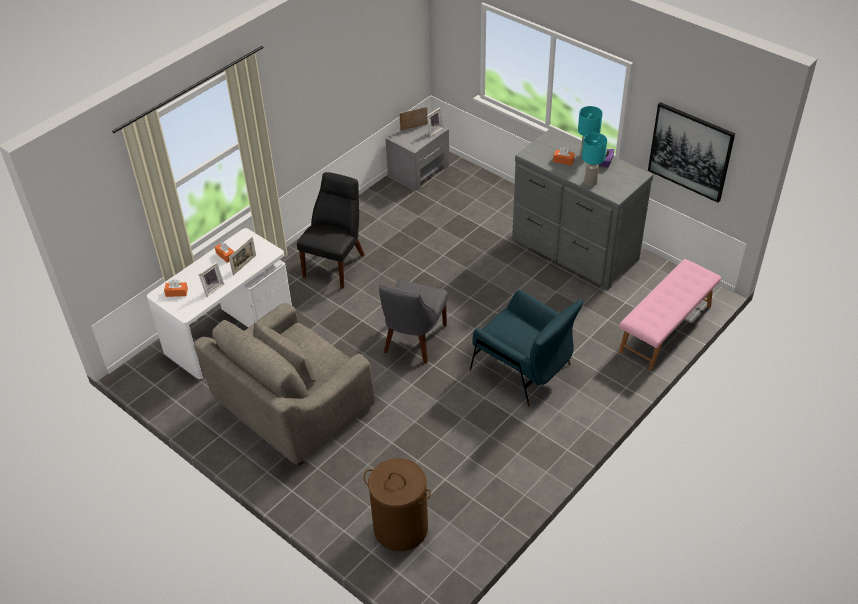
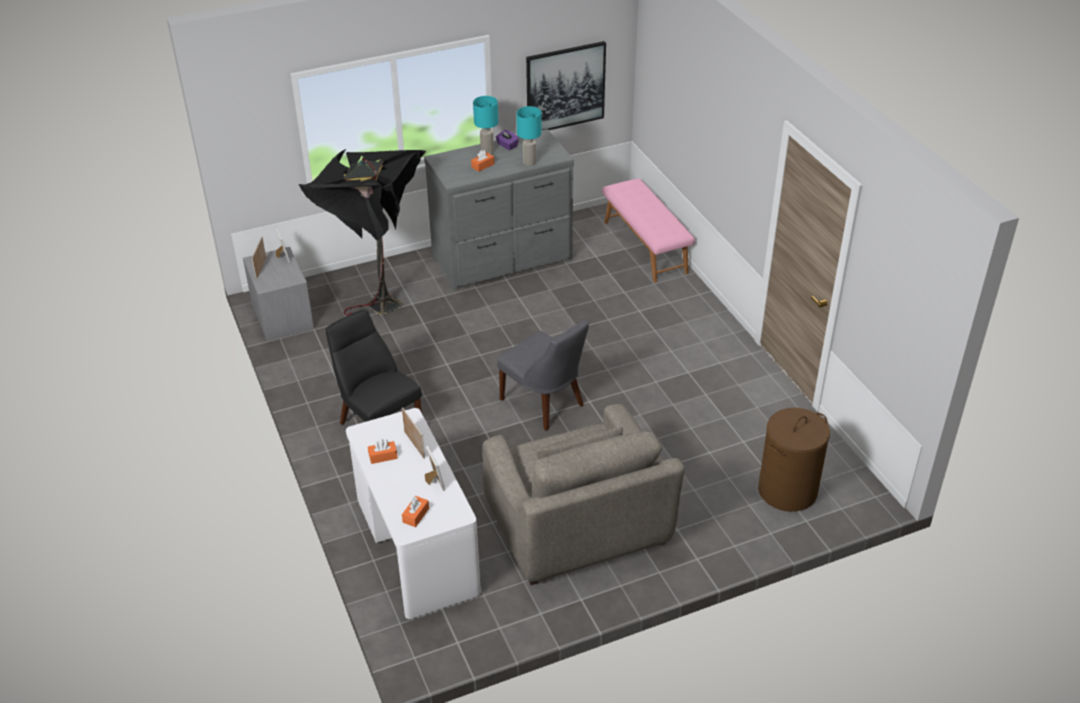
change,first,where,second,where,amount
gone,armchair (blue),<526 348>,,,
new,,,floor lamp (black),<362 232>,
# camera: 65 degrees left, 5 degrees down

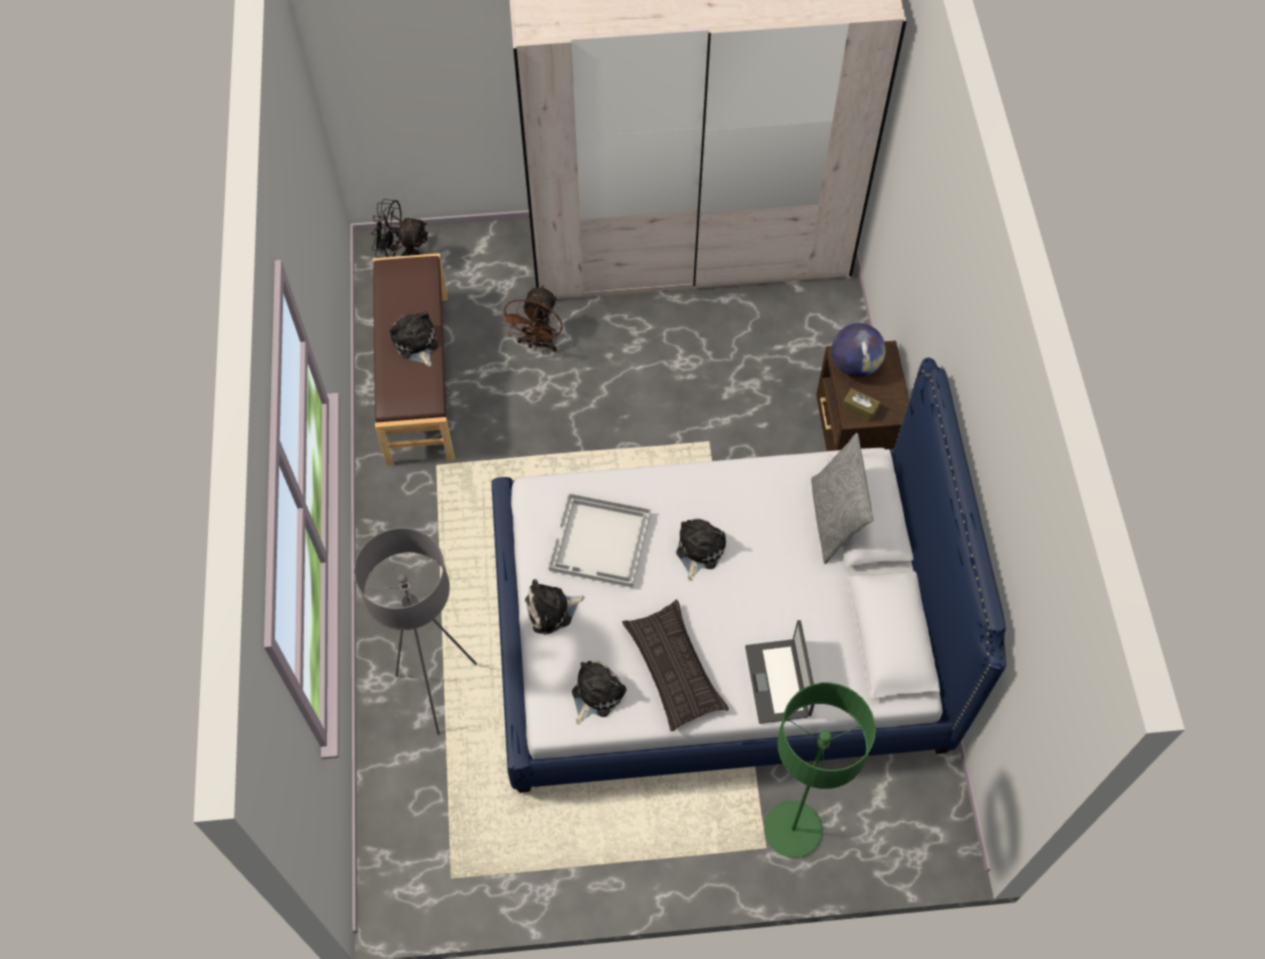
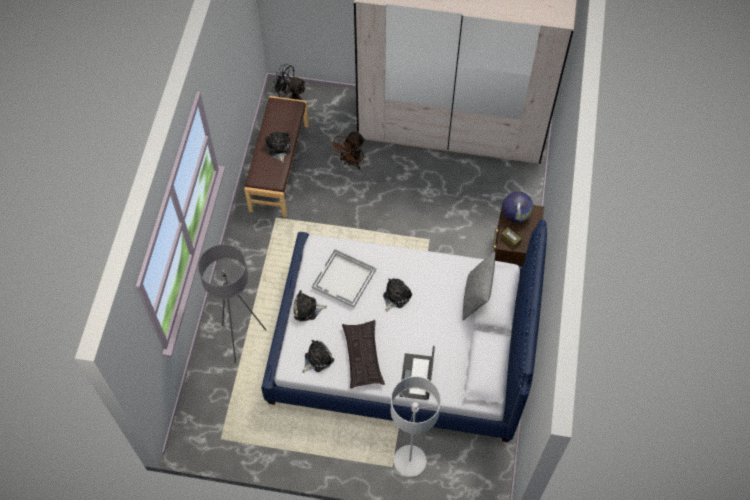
change,first,where,second,where,amount
repainted,floor lamp (green),<820 770>,floor lamp (grey),<416 426>,
# camera: 15 degrees right, 0 degrees up

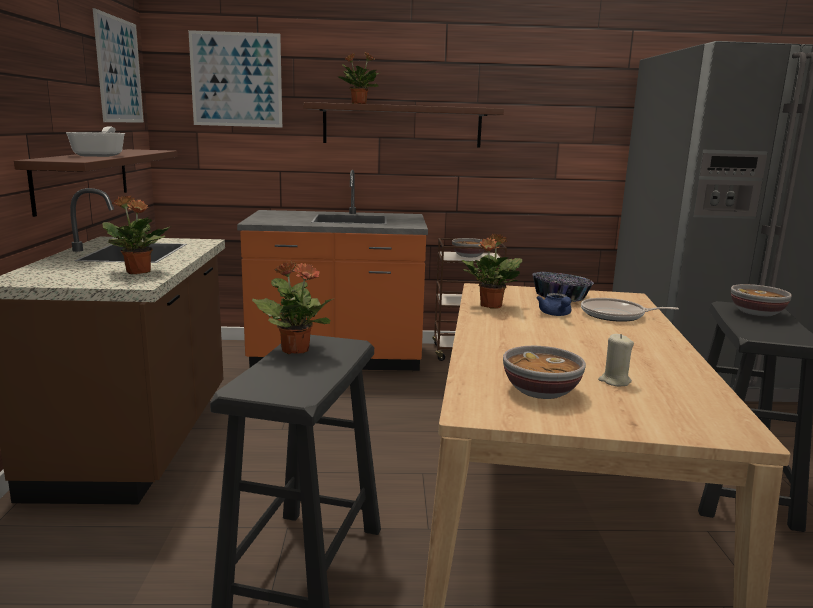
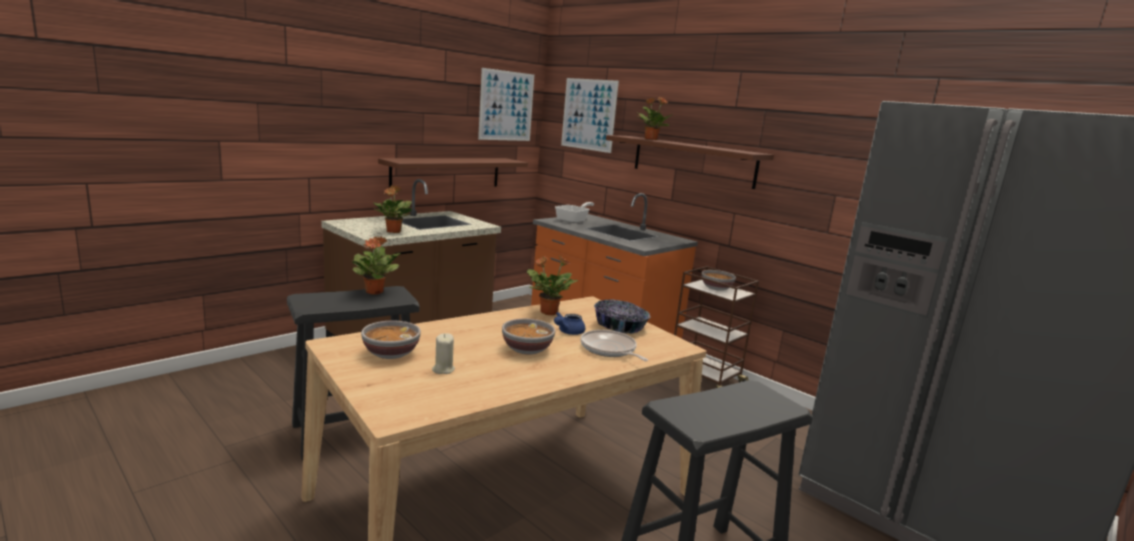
change,first,where,second,where,amount
shifted,frying pan,<95 141>,,<574 212>,
shifted,bowl,<761 300>,,<528 336>,
# camera: 45 degrees right, 0 degrees up

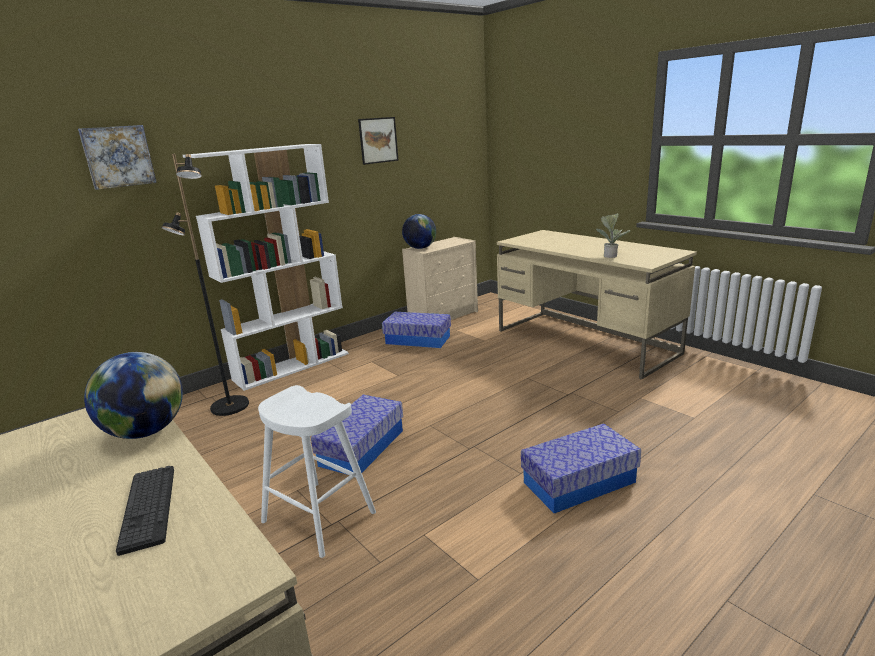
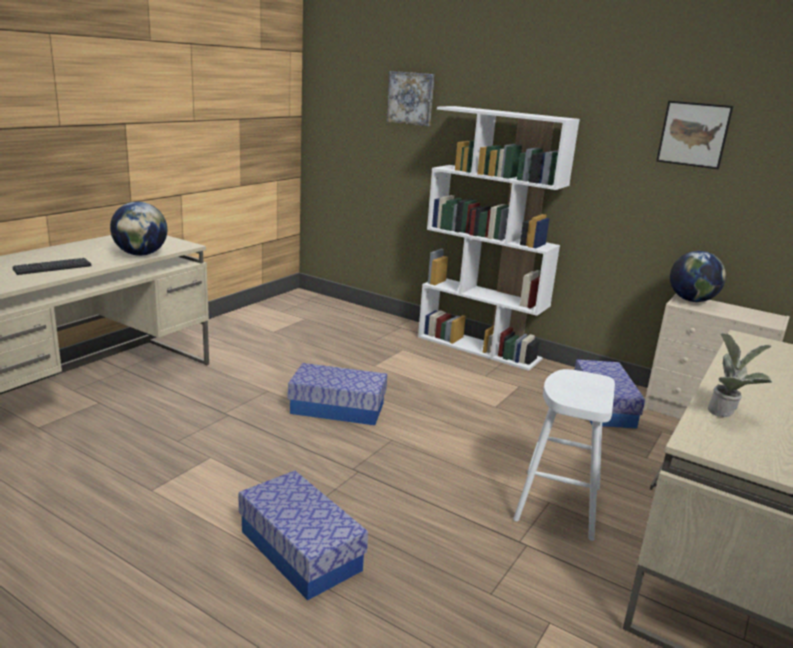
change,first,where,second,where,amount
gone,floor lamp (black),<205 285>,,,
shifted,stool (white),<317 471>,,<564 455>,
# camera: 70 degrees right, 0 degrees up

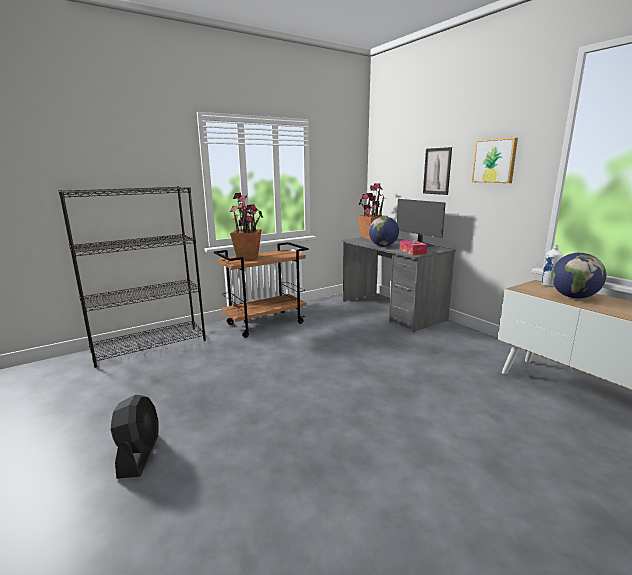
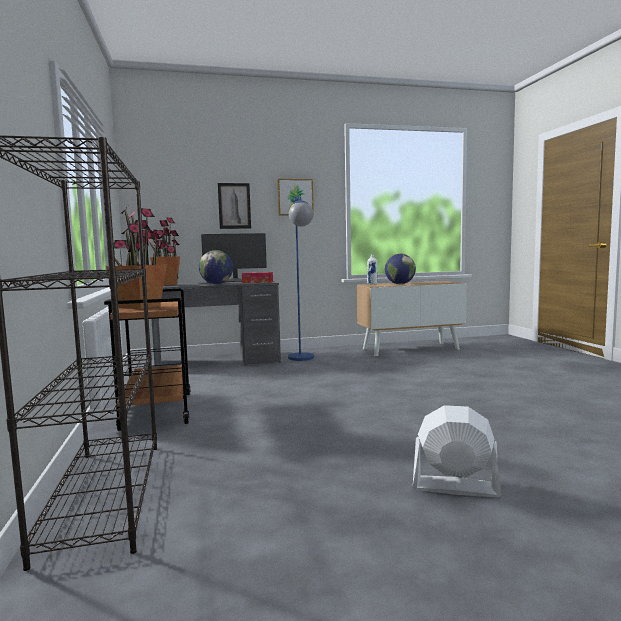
change,first,where,second,where,amount
repainted,fan (black),<135 437>,fan (white),<457 451>,
new,,,floor lamp (blue),<301 278>,
# camera: 70 degrees left, 10 degrees down

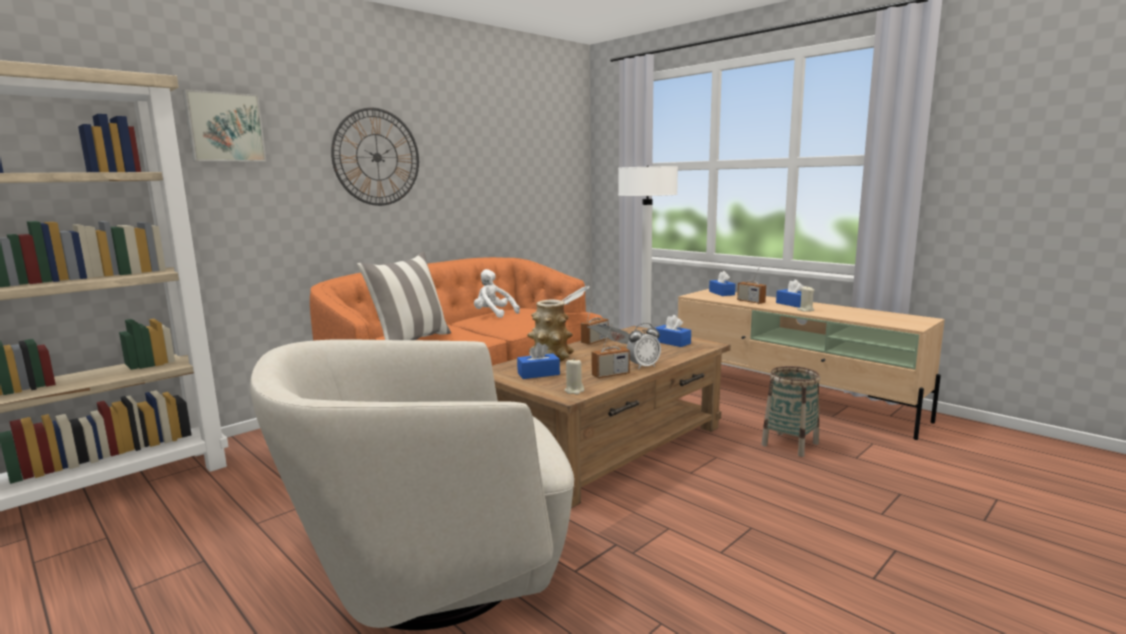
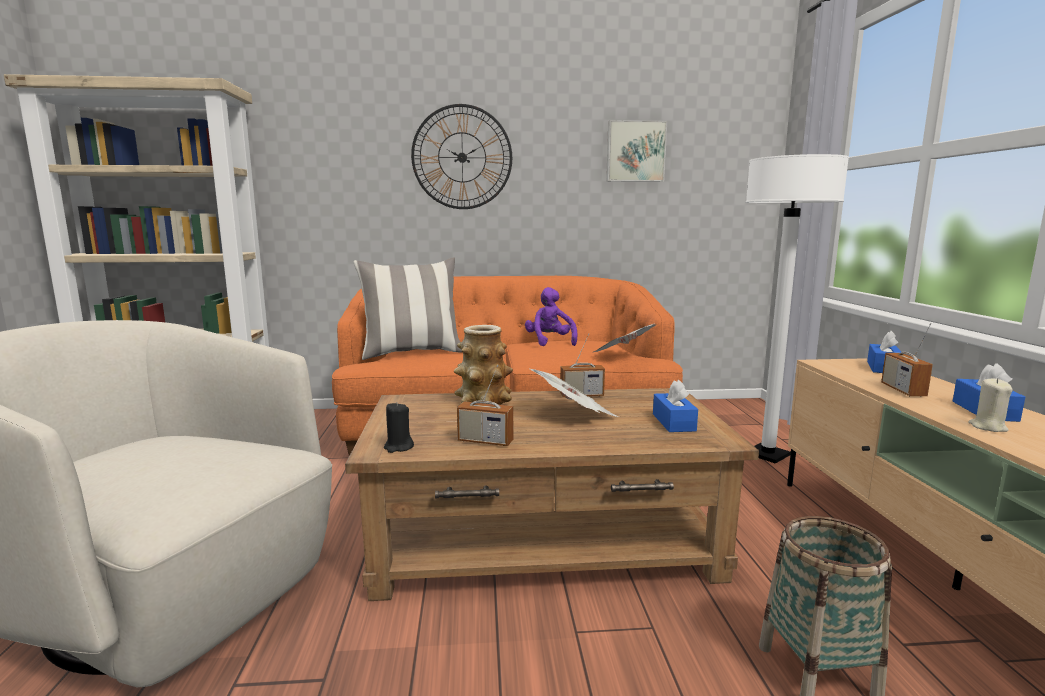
change,first,where,second,where,amount
shifted,picture,<224 125>,,<636 151>,
repainted,plush toy (white),<497 293>,plush toy (purple),<551 316>,
gone,tissue box (blue),<538 360>,,,
repainted,candle (beige),<574 377>,candle (black),<399 427>,
gone,alarm clock,<644 346>,,,
# camera: 40 degrees right, 0 degrees up

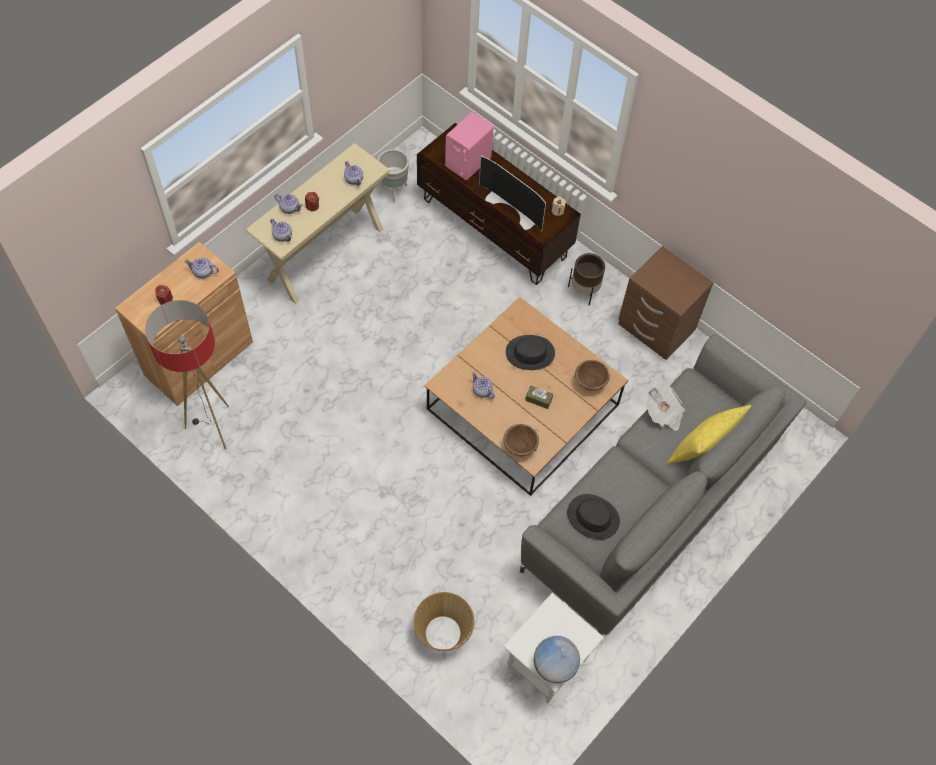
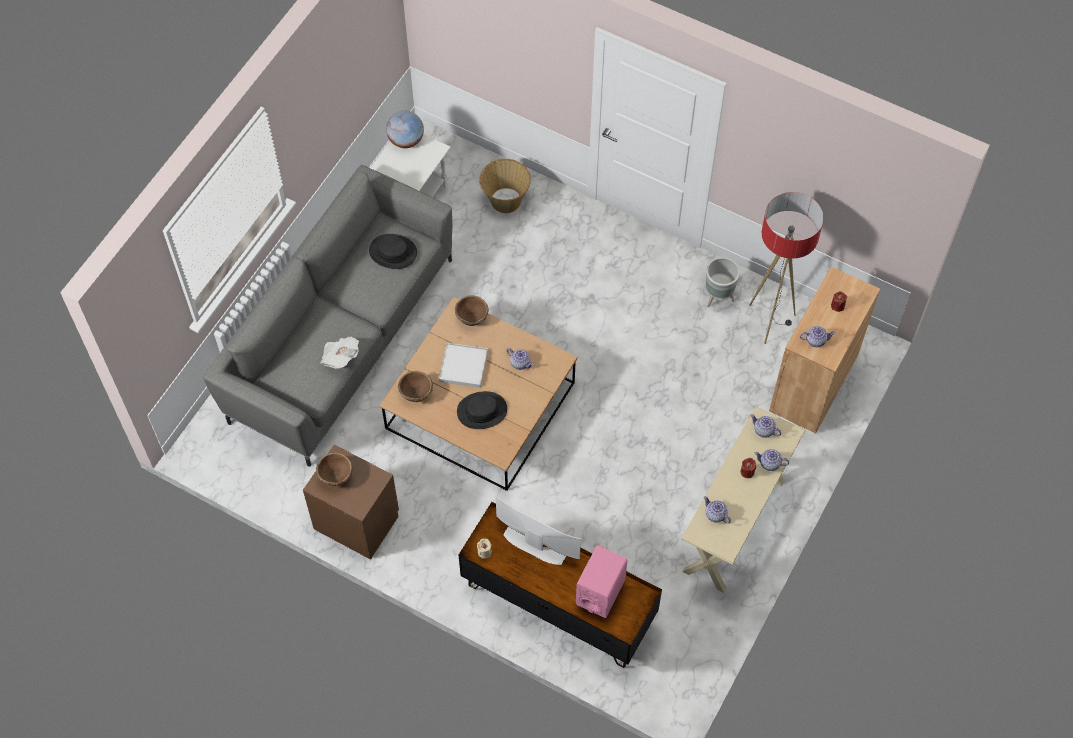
change,first,where,second,where,amount
shifted,planter (grey),<393 176>,,<723 282>,
swapped,tissue box (brown),<539 397>,tray (white),<463 365>,
gone,planter (brown),<586 279>,,,
gone,pillow (yellow),<709 434>,,,
new,,,bowl (brown),<334 469>,
# camera: 170 degrees right, 0 degrees up

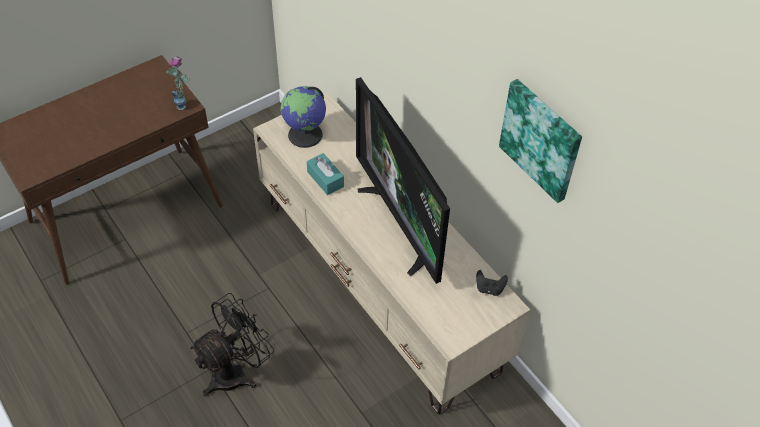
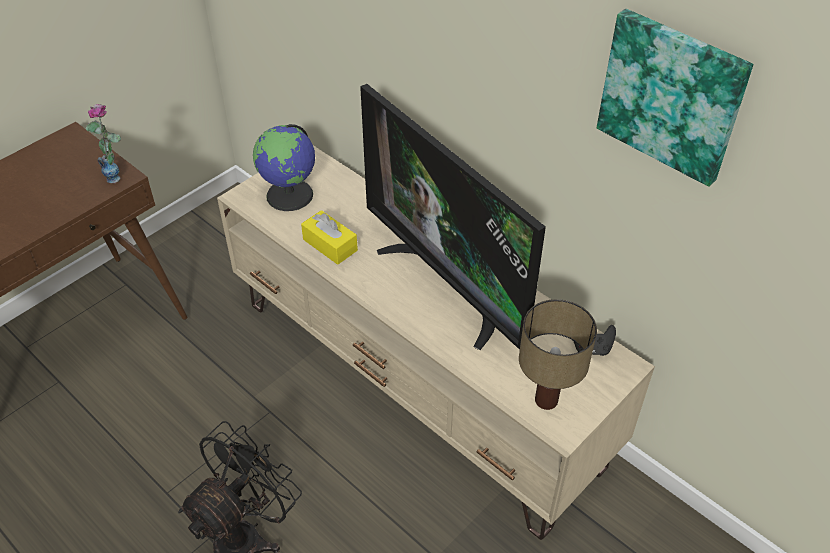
change,first,where,second,where,amount
repainted,tissue box (turquoise),<325 174>,tissue box (yellow),<329 237>,
new,,,table lamp,<558 354>,
# camera: 10 degrees left, 5 degrees down

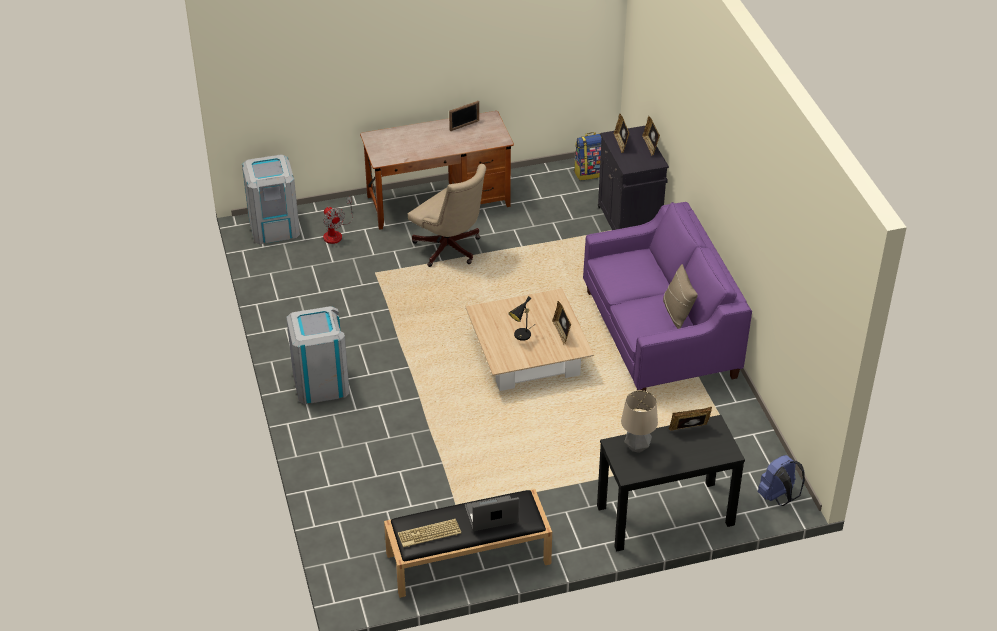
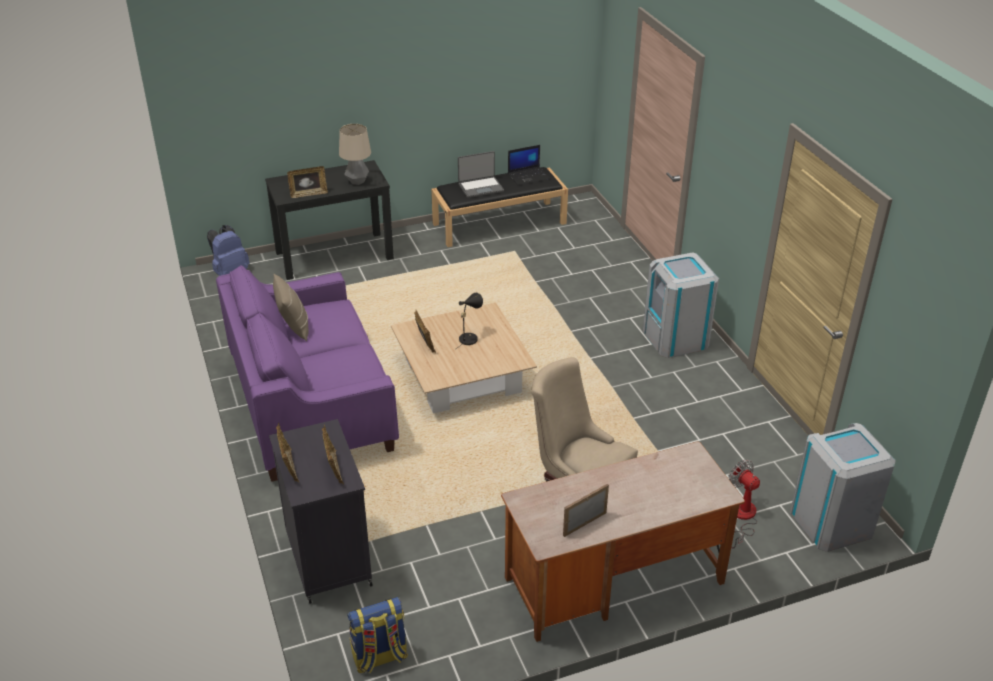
change,first,where,second,where,amount
swapped,keyboard,<429 533>,laptop,<529 165>,
# camera: 175 degrees right, 5 degrees down

